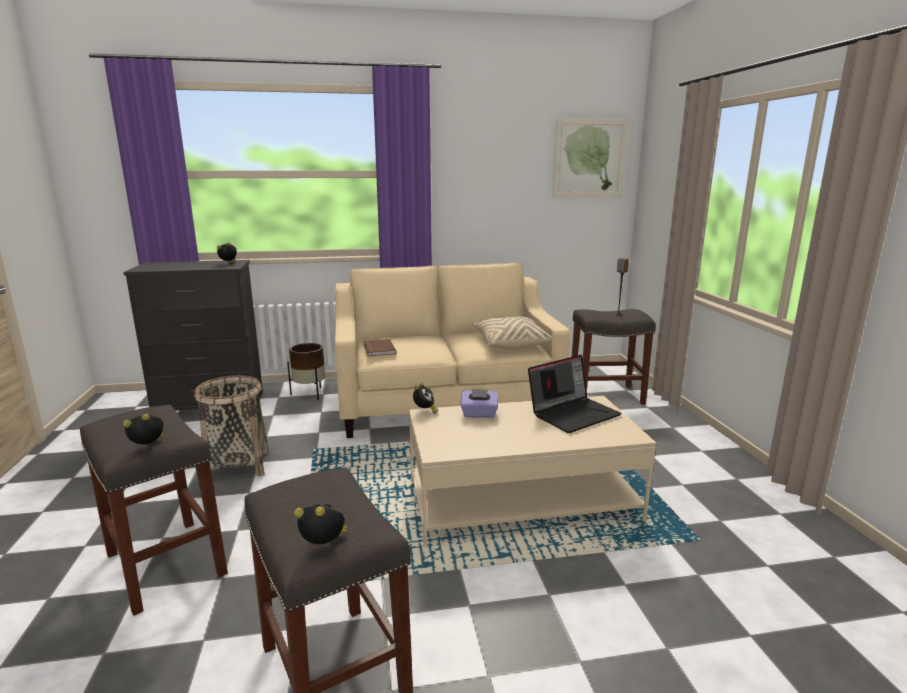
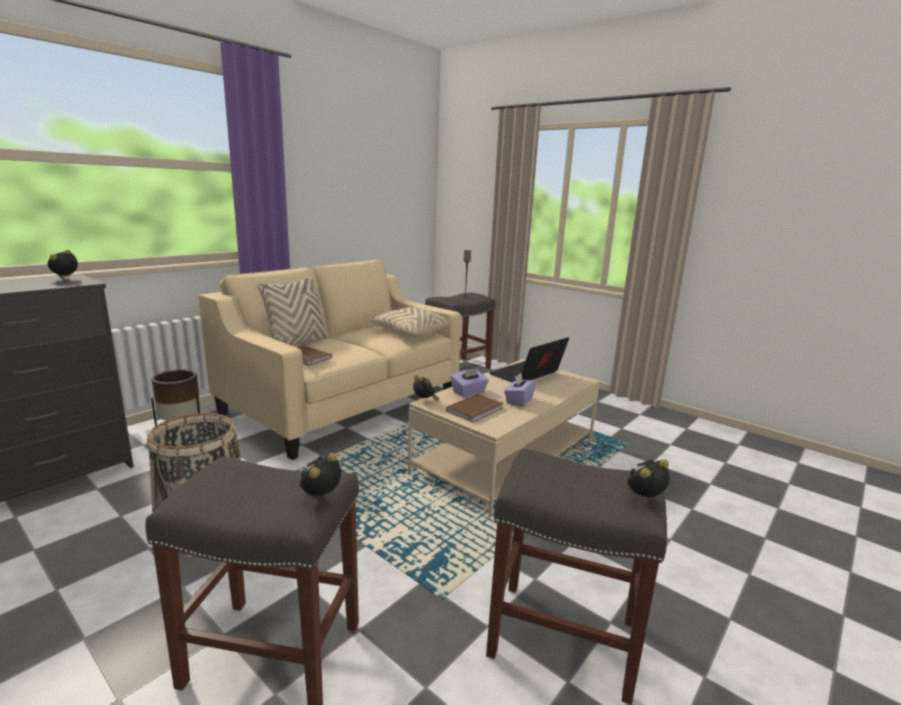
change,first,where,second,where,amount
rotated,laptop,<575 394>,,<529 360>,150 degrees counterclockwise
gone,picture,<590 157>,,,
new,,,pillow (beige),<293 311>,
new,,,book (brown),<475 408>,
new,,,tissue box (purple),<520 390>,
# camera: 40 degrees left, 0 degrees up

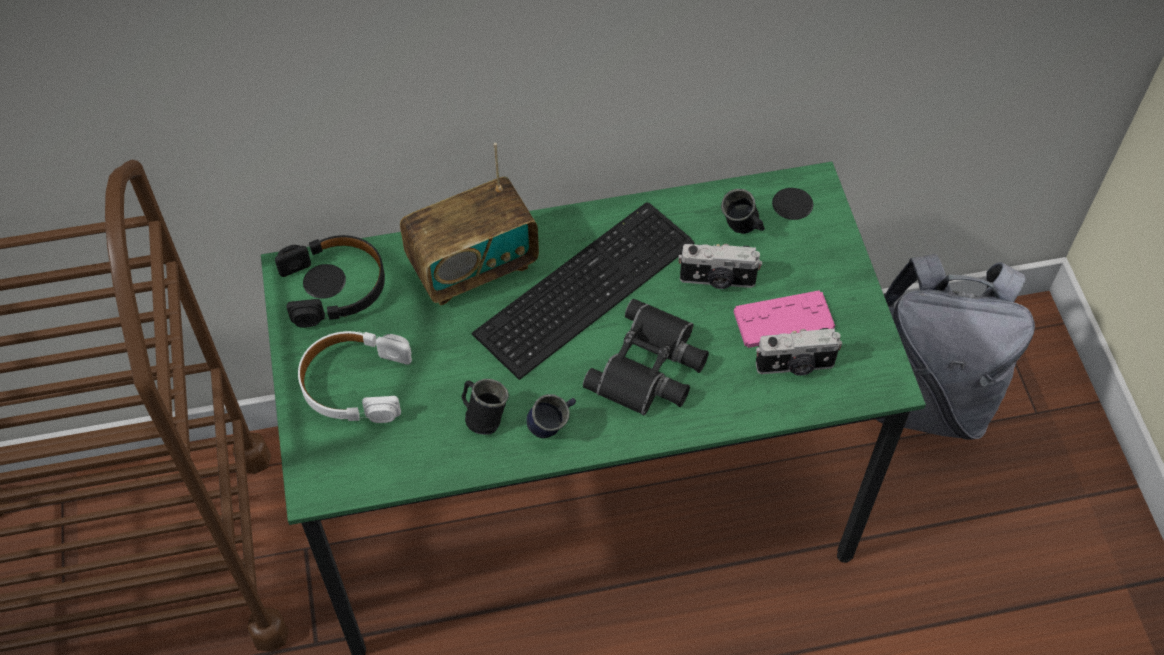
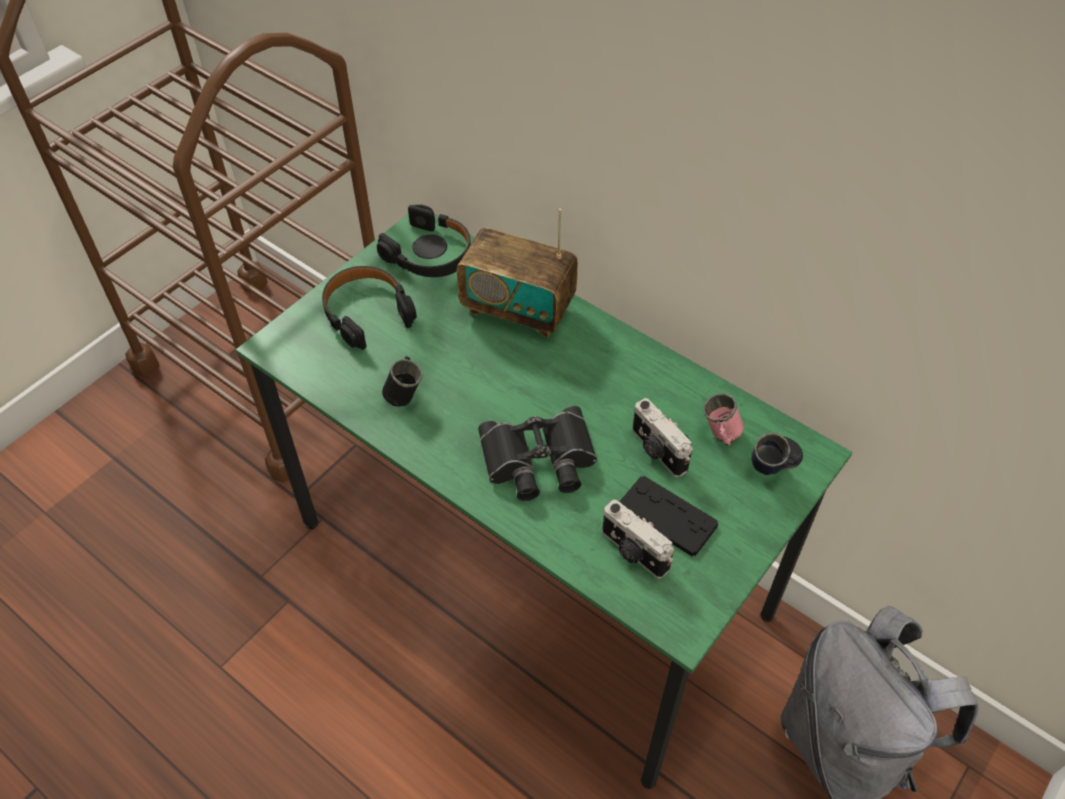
change,first,where,second,where,amount
repainted,headphones (white),<355 377>,headphones (black),<369 308>,
gone,keyboard,<583 291>,,,
shifted,mug (blue),<551 416>,,<776 454>,
repainted,mug (black),<743 211>,mug (pink),<723 419>,
repainted,game controller (pink),<784 319>,game controller (black),<668 516>,
# camera: 50 degrees right, 5 degrees down

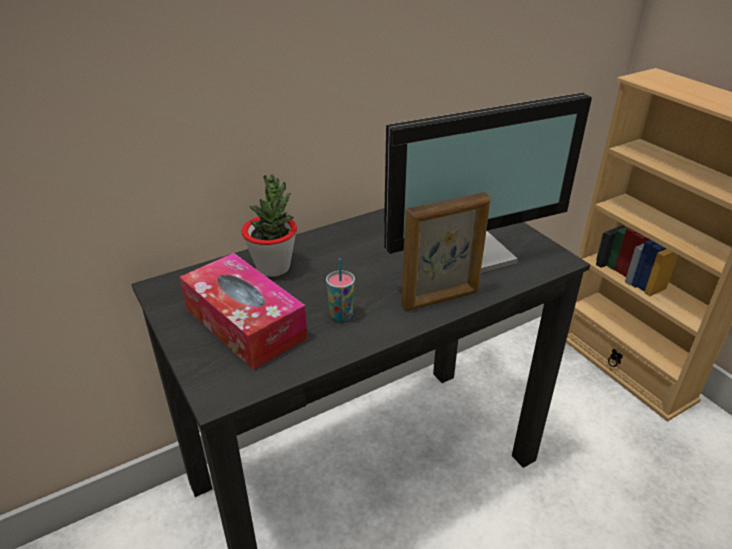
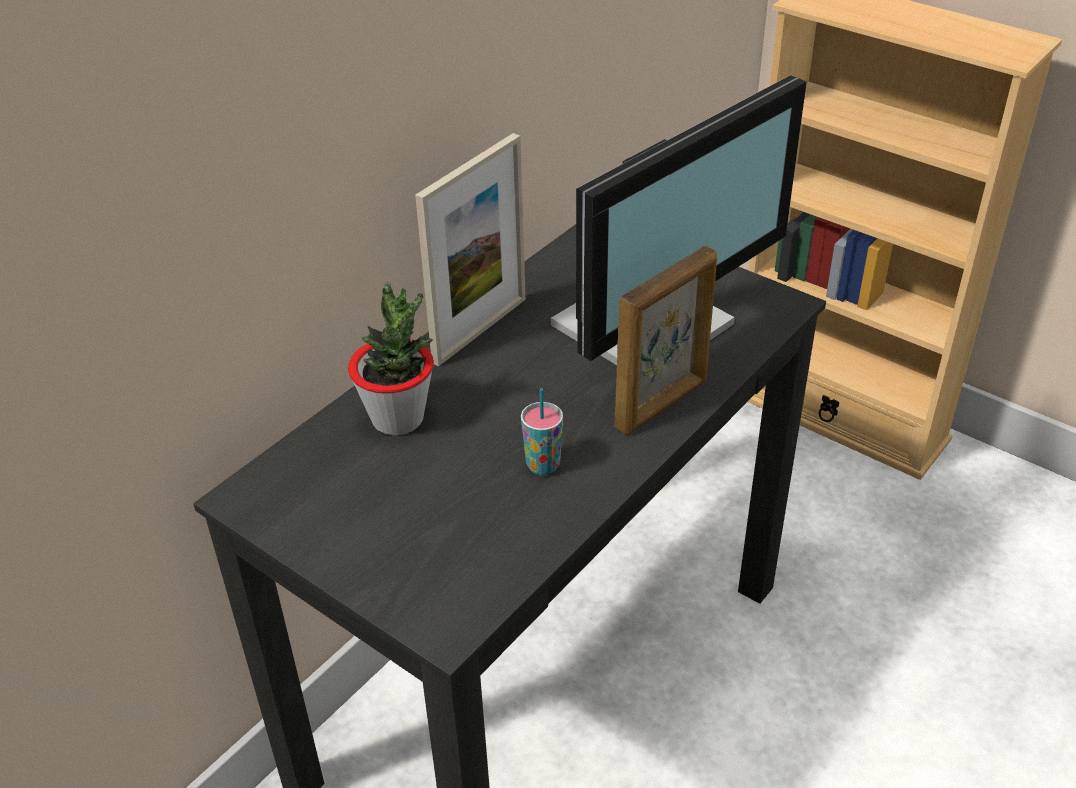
change,first,where,second,where,amount
gone,tissue box,<244 311>,,,
new,,,picture frame,<470 249>,
# camera: 20 degrees left, 5 degrees up

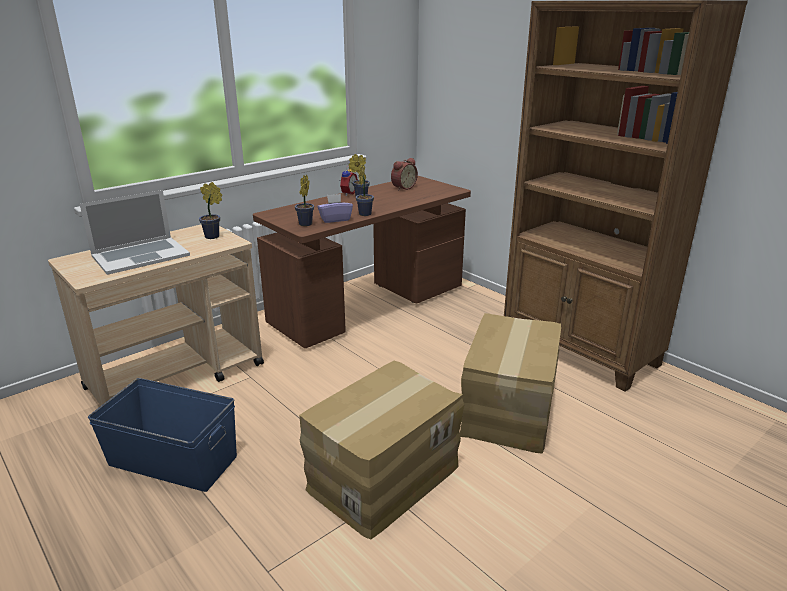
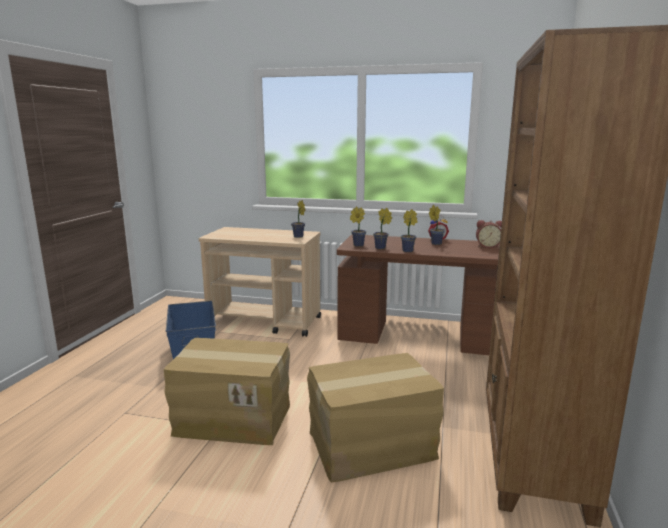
change,first,where,second,where,amount
gone,laptop,<135 232>,,,
swapped,tissue box (purple),<335 208>,potted plant,<382 228>,
# camera: 55 degrees right, 10 degrees down

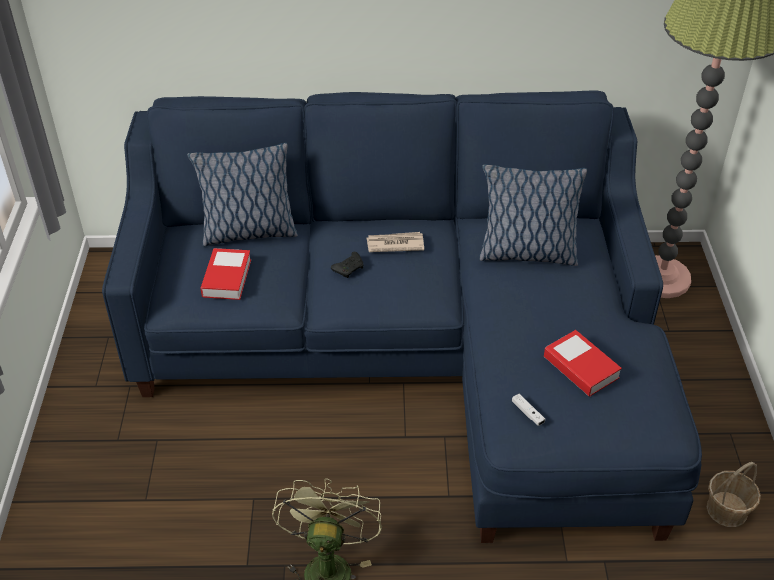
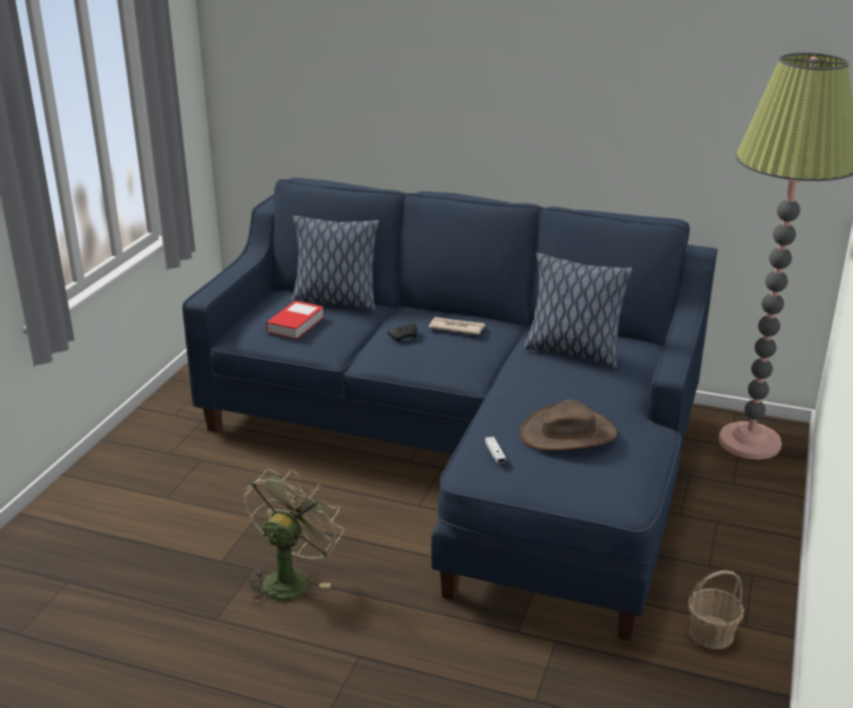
change,first,where,second,where,amount
swapped,book,<583 363>,hat (brown),<568 425>,
# camera: 20 degrees right, 15 degrees down

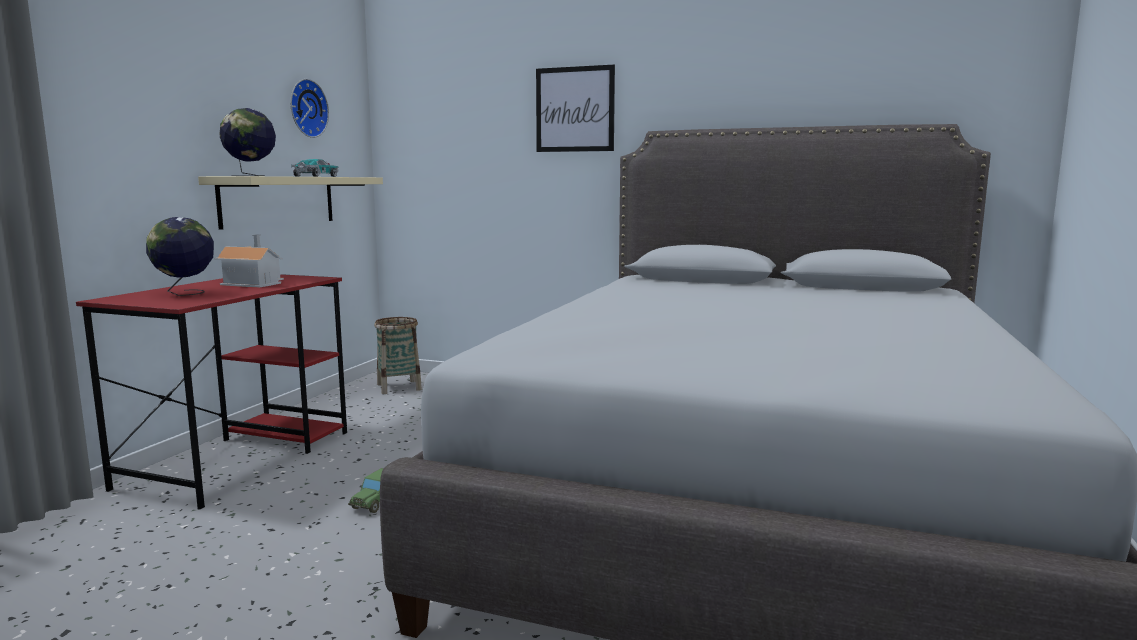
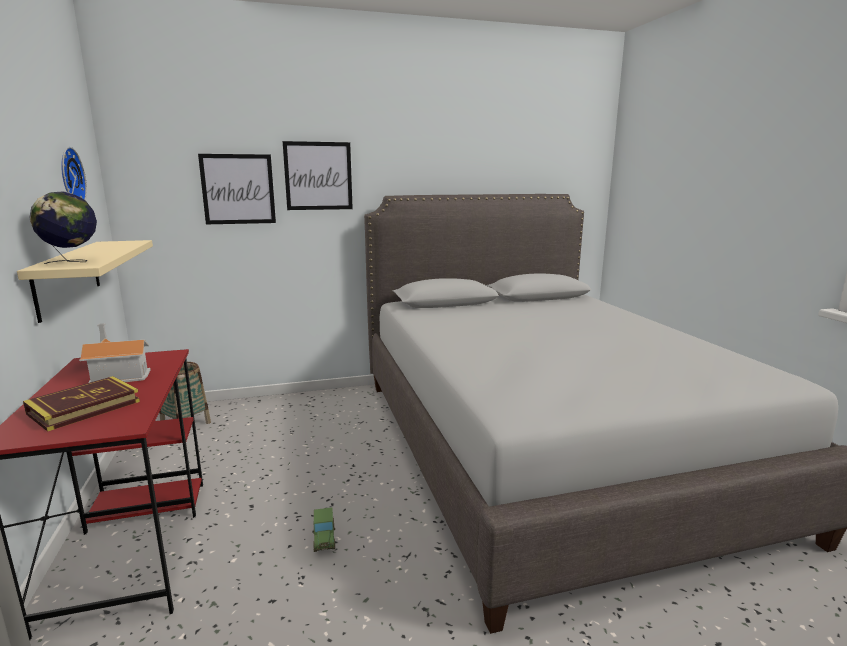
change,first,where,second,where,amount
swapped,globe,<180 256>,book,<81 404>,
gone,toy car,<314 168>,,,
new,,,picture,<237 189>,
# camera: 35 degrees left, 5 degrees up

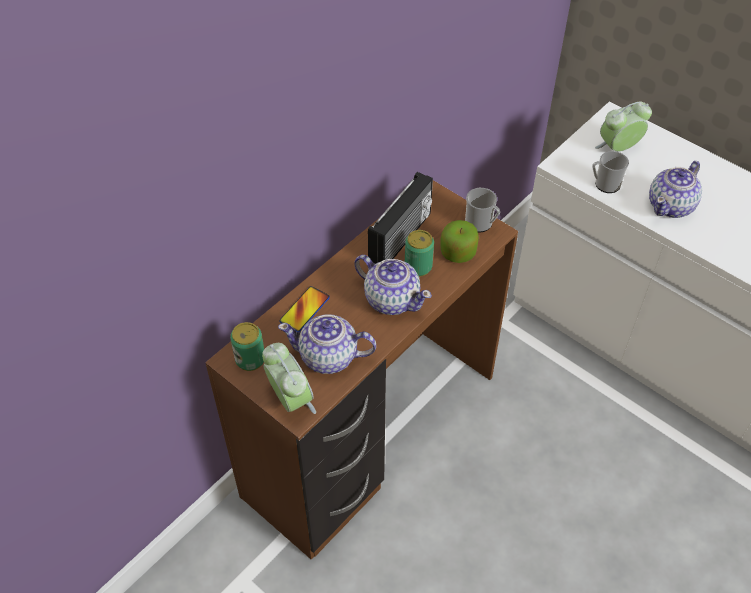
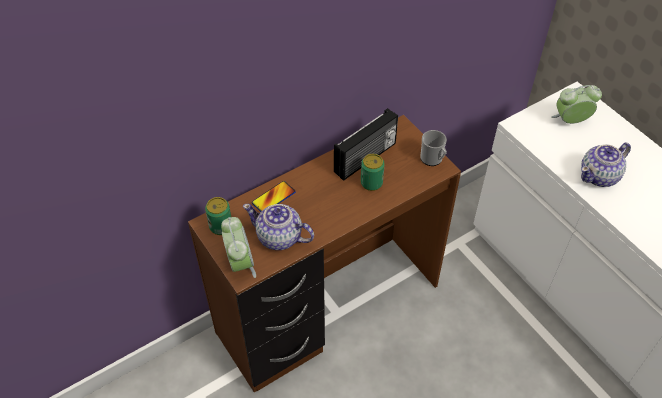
change,first,where,second,where,amount
gone,teapot,<393 285>,,,
gone,apple,<459 241>,,,
gone,mug,<610 172>,,,
# camera: 15 degrees right, 0 degrees up

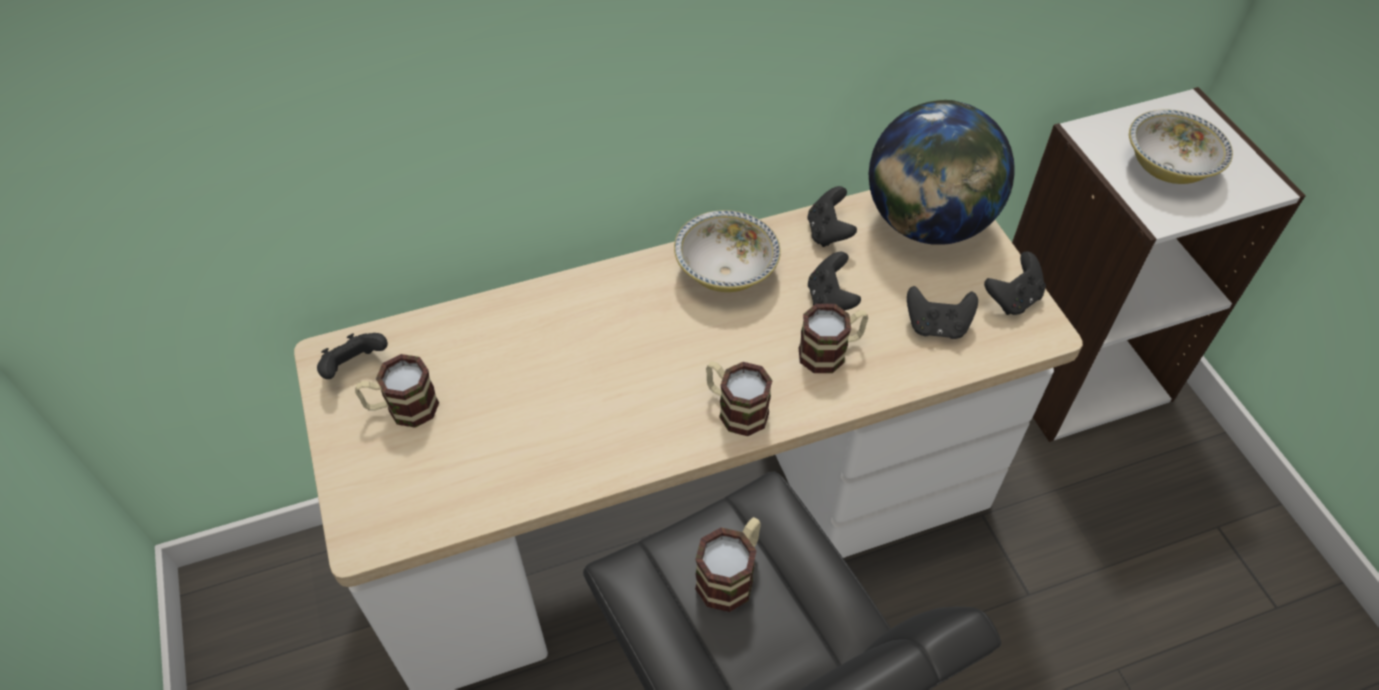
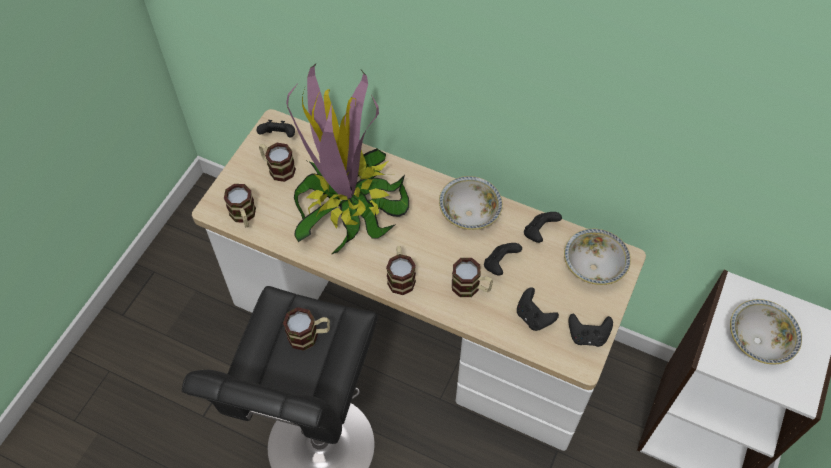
change,first,where,second,where,amount
swapped,globe,<942 172>,bowl,<597 257>,
new,,,mug,<240 205>,
new,,,potted plant,<347 158>,
# camera: 45 degrees right, 5 degrees up

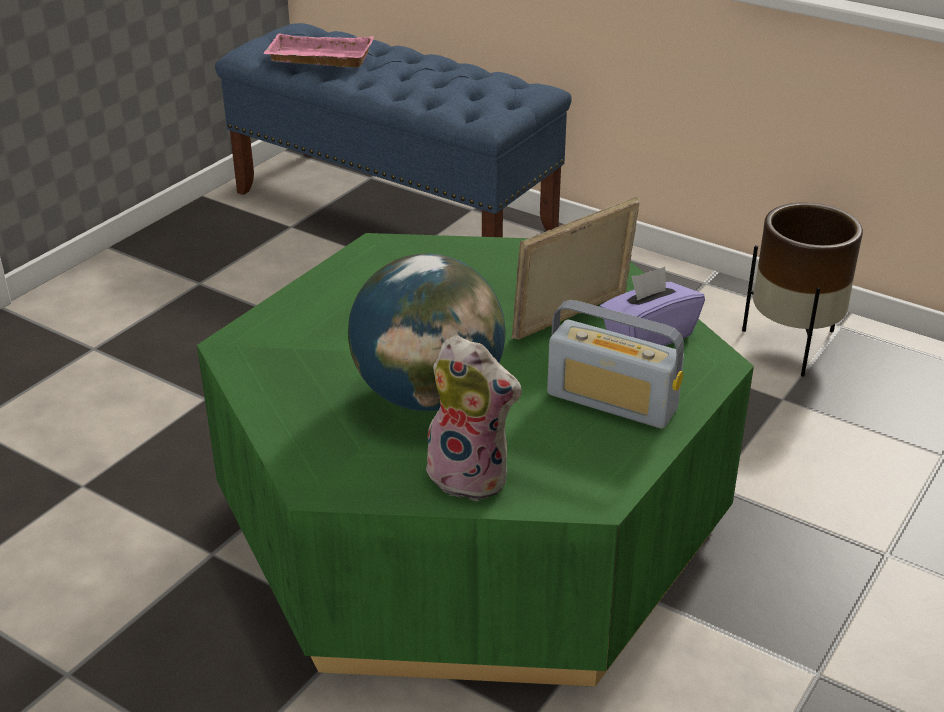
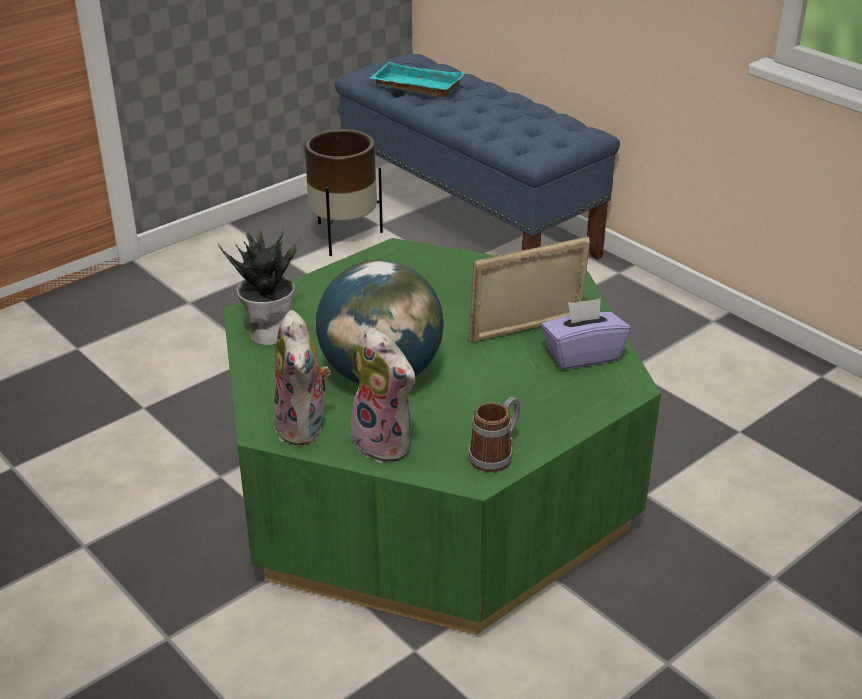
change,first,where,second,where,amount
repainted,tray (pink),<318 50>,tray (turquoise),<417 79>,
gone,radio,<615 364>,,,
shifted,planter (brown),<802 289>,,<343 192>,
new,,,potted plant,<259 284>,
new,,,plush toy,<302 377>,
new,,,mug,<494 435>,
# camera: 15 degrees right, 0 degrees up

